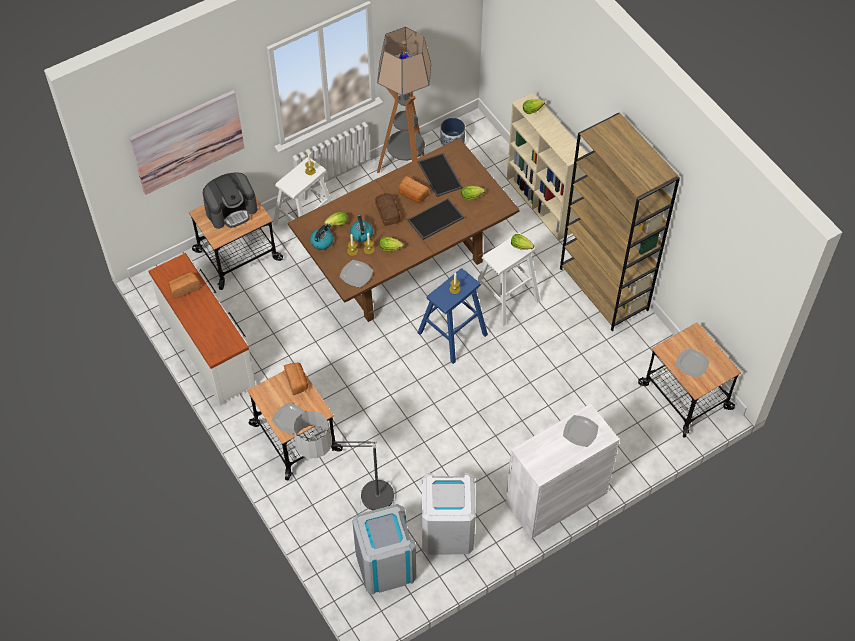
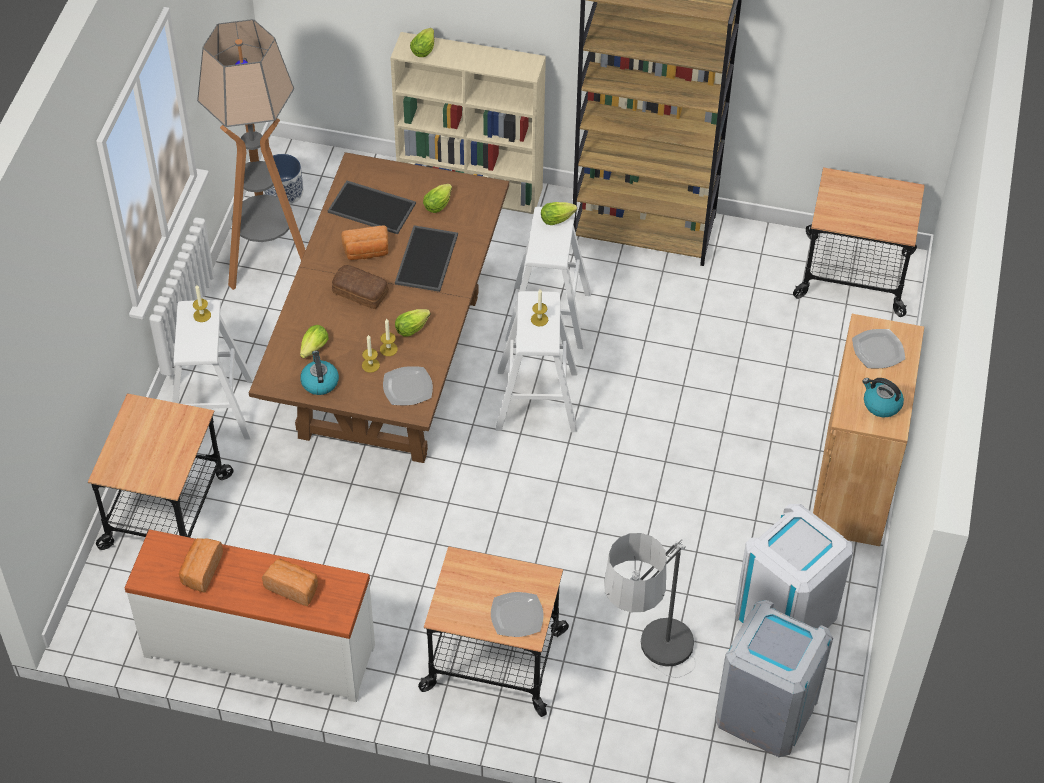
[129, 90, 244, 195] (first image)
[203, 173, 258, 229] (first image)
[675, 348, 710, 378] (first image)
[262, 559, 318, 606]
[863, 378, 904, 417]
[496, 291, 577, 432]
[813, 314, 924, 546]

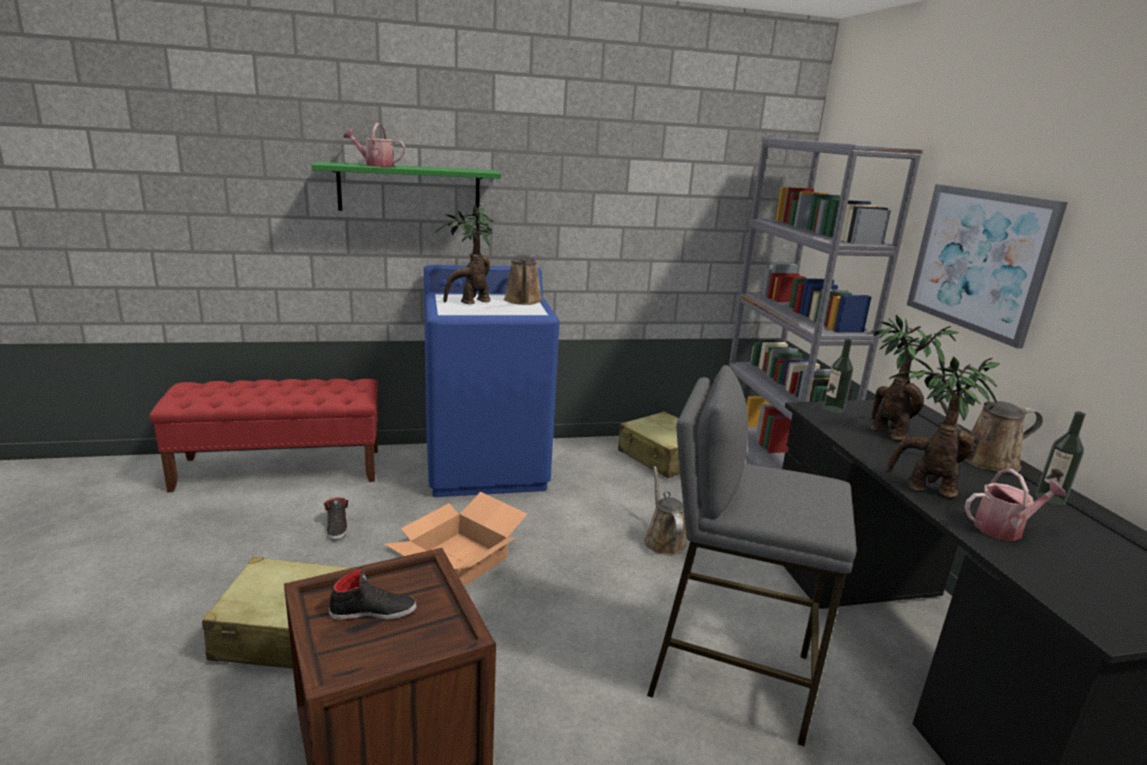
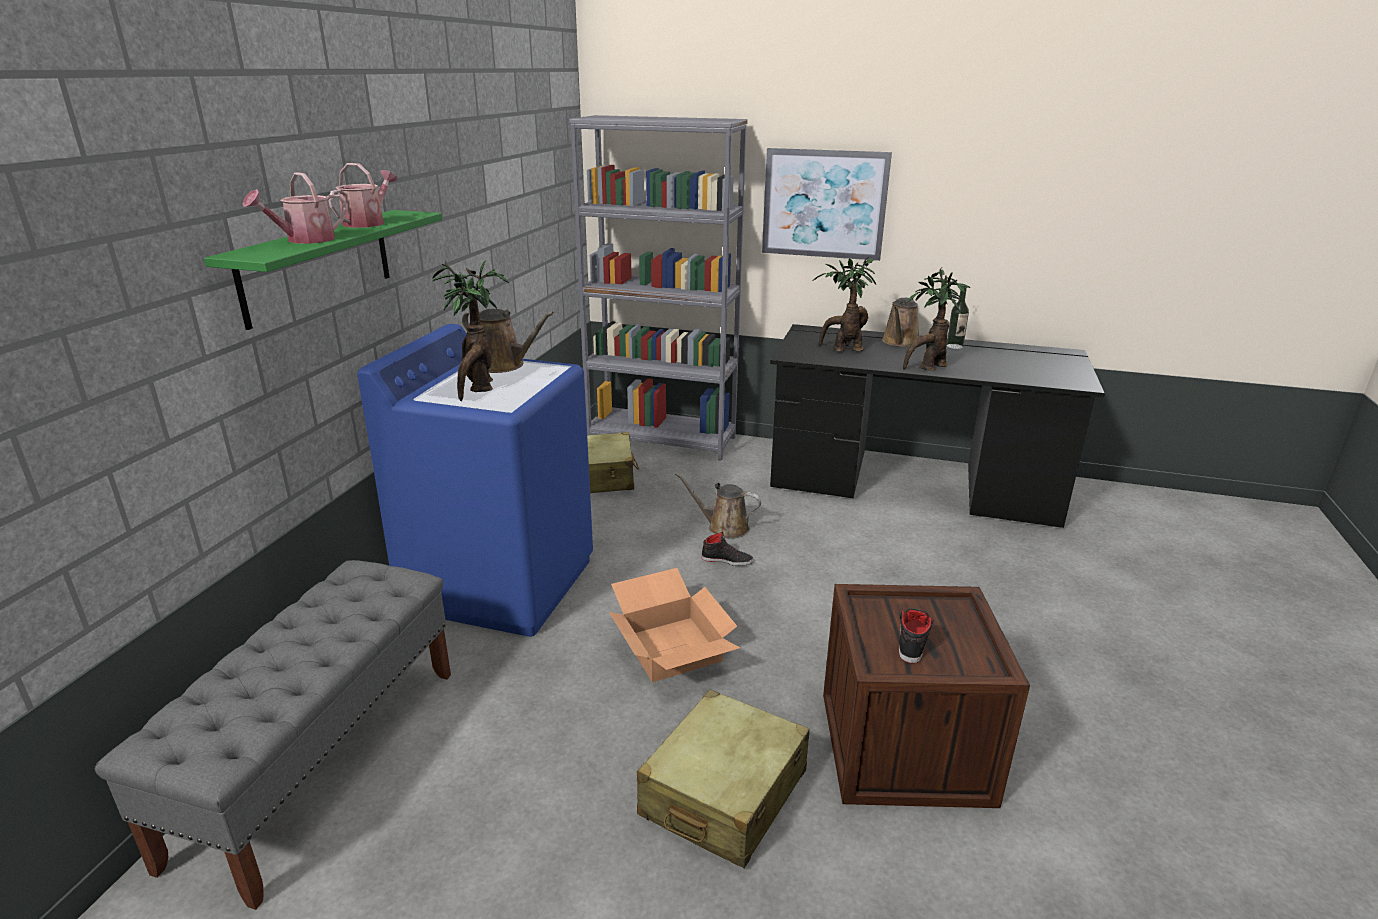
[647, 365, 856, 746] (first image)
[823, 338, 853, 414] (first image)
[701, 532, 753, 566]
[328, 163, 398, 228]
[95, 560, 451, 910]

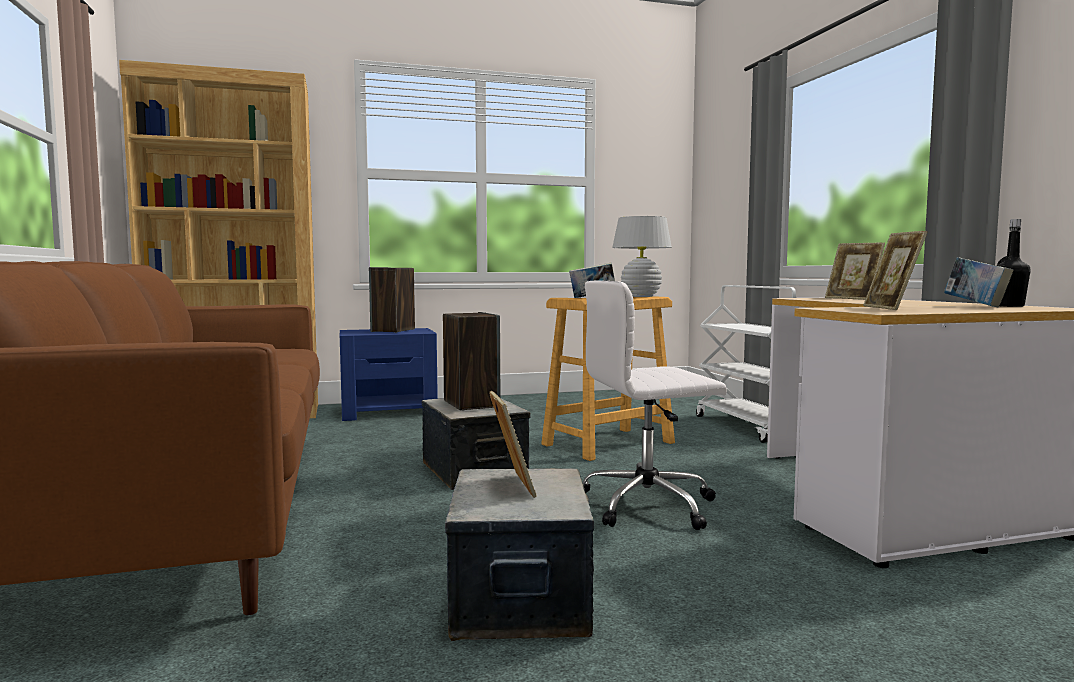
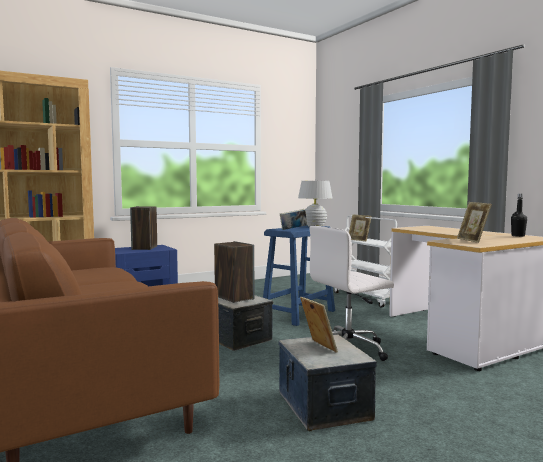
[944, 257, 1013, 307] (first image)
[349, 215, 372, 241]
[263, 225, 335, 326]

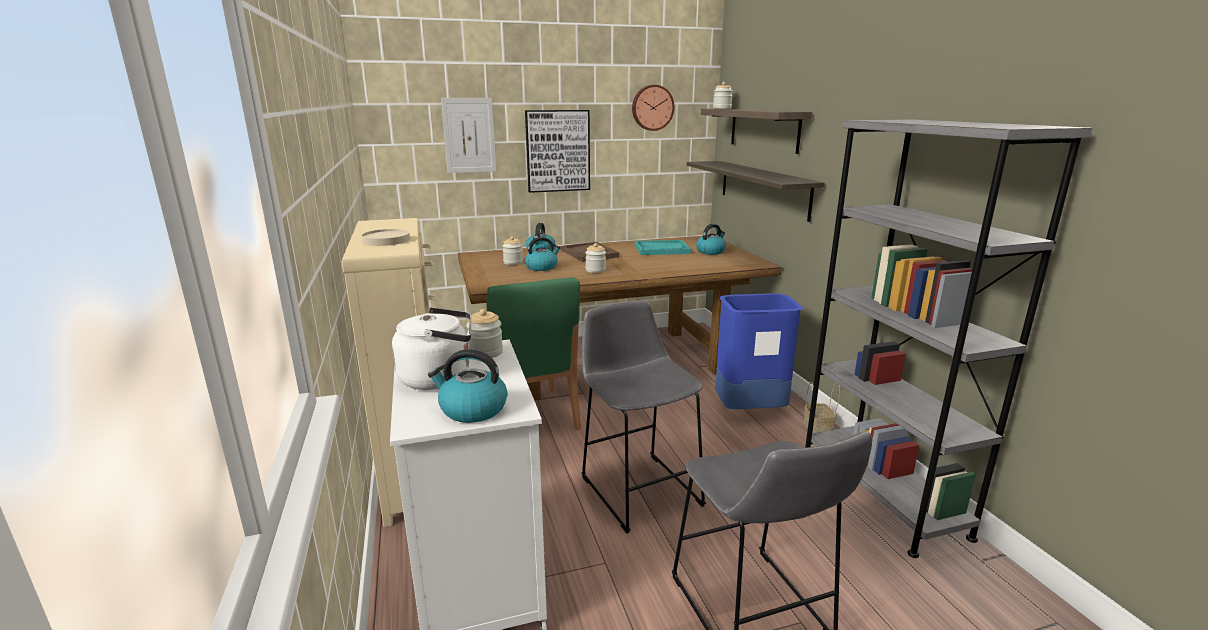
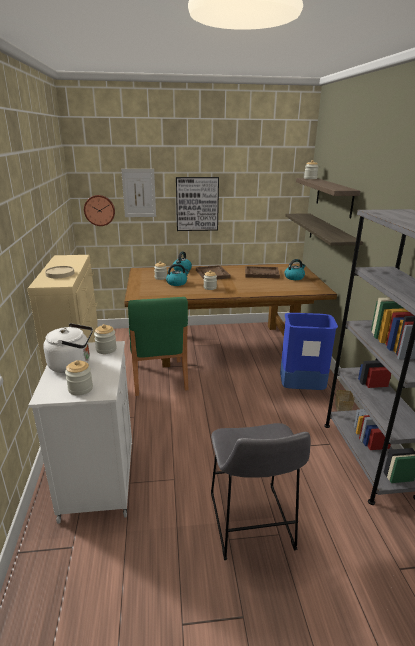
[582, 301, 706, 534] (first image)
[84, 195, 115, 226]
[65, 360, 93, 396]
[245, 266, 280, 279]

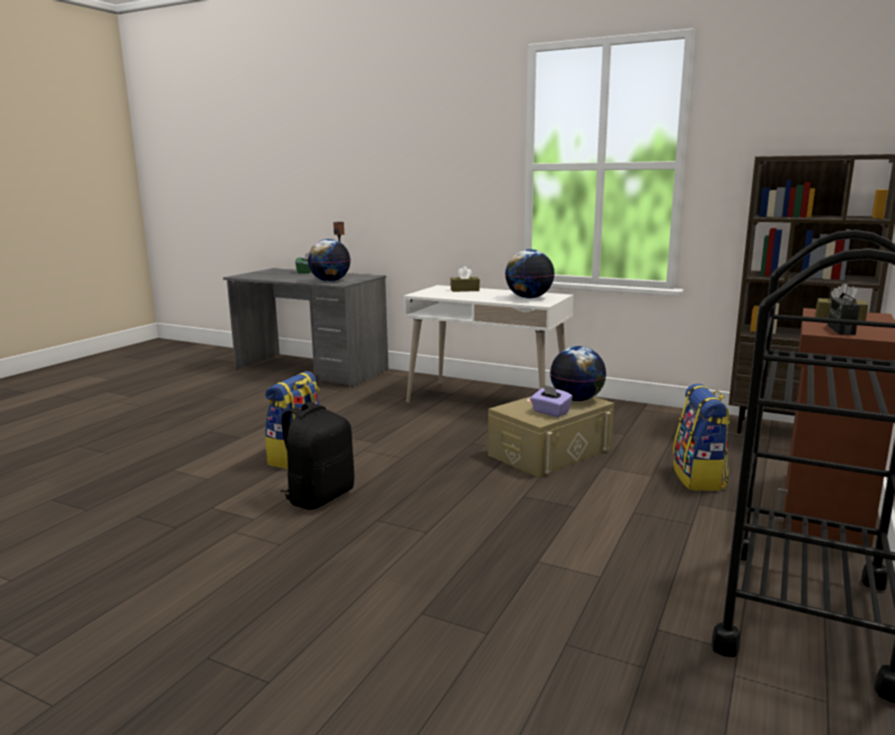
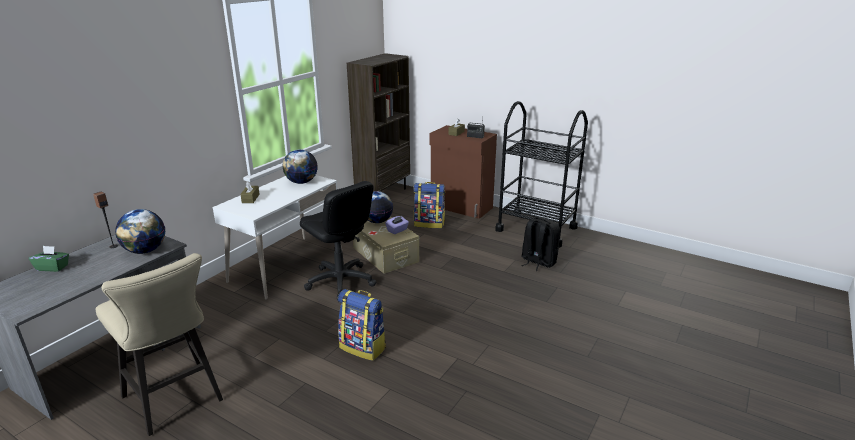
[96, 253, 223, 436]
[300, 181, 376, 301]
[521, 217, 560, 271]

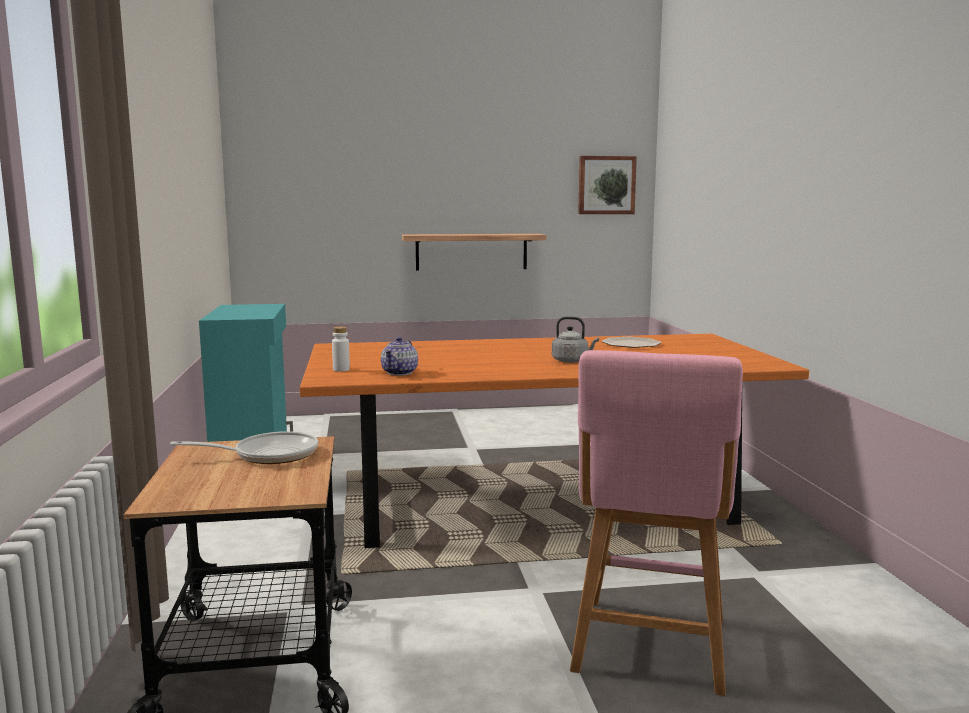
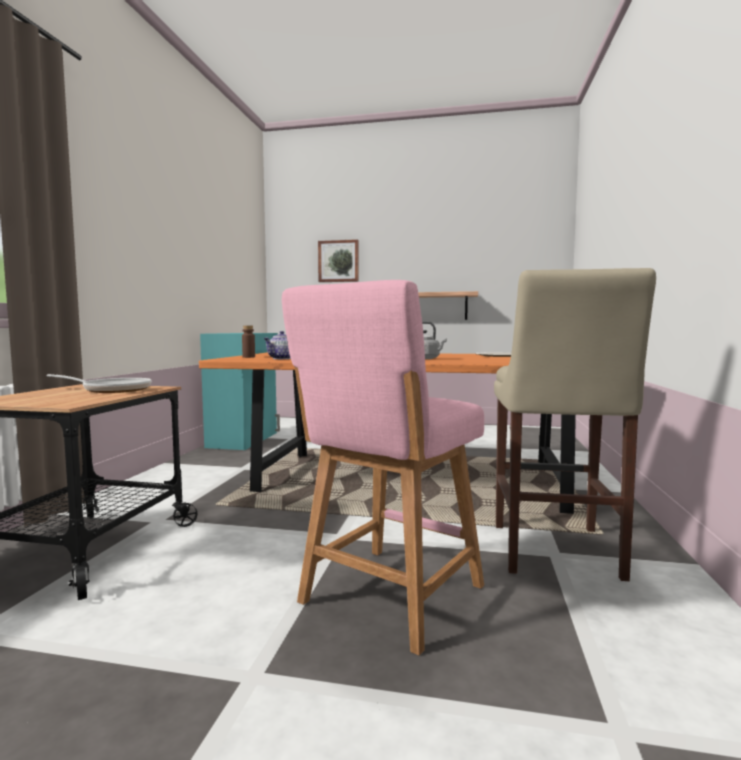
[494, 268, 656, 581]
[318, 239, 359, 282]
[242, 325, 255, 358]

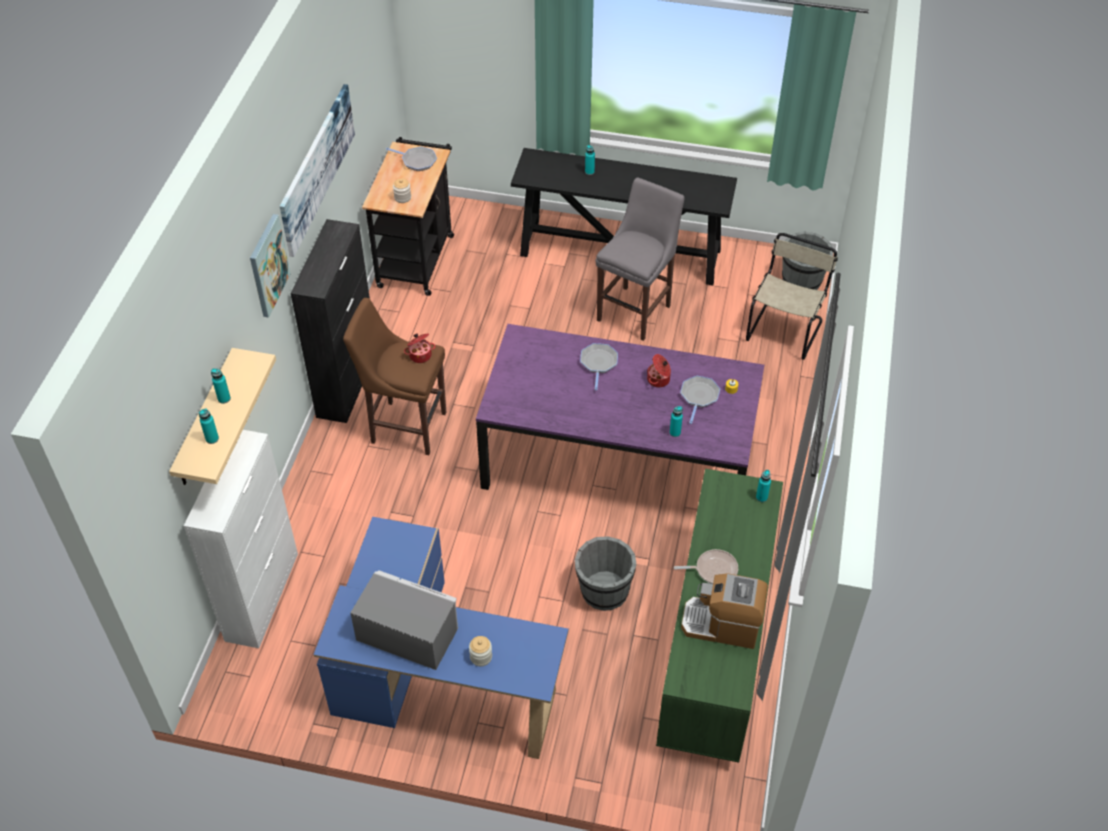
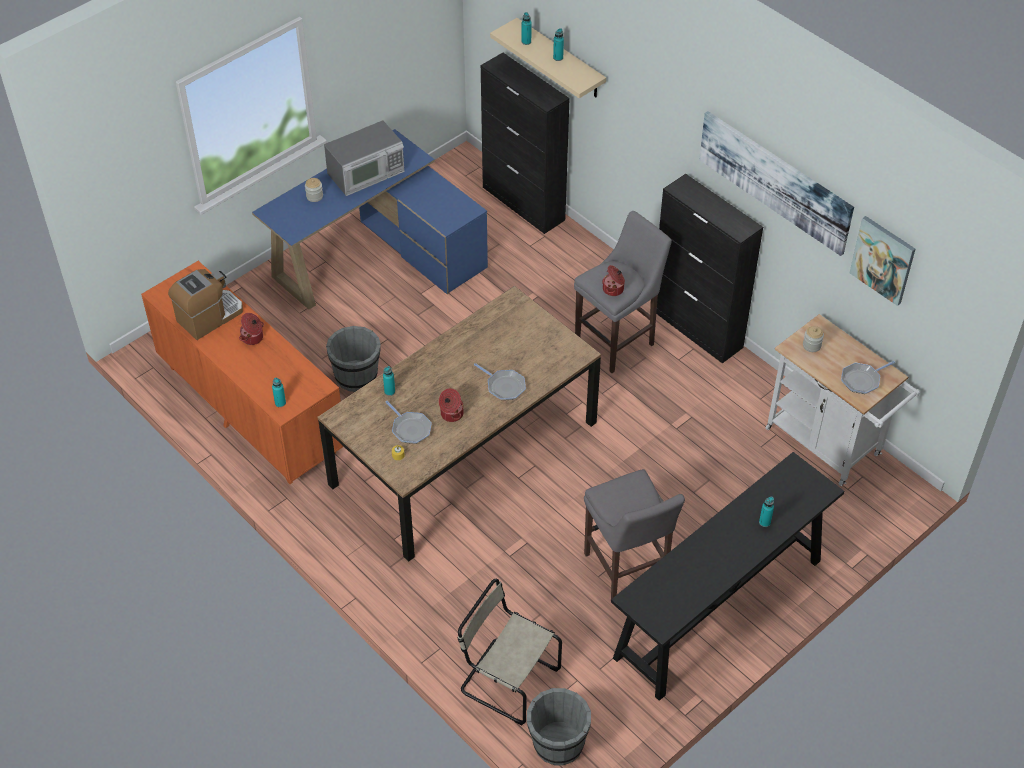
[850, 216, 915, 306]
[239, 313, 264, 345]
[480, 53, 570, 234]
[574, 211, 672, 373]
[765, 314, 920, 486]
[318, 286, 601, 562]
[141, 261, 344, 484]
[458, 579, 562, 726]

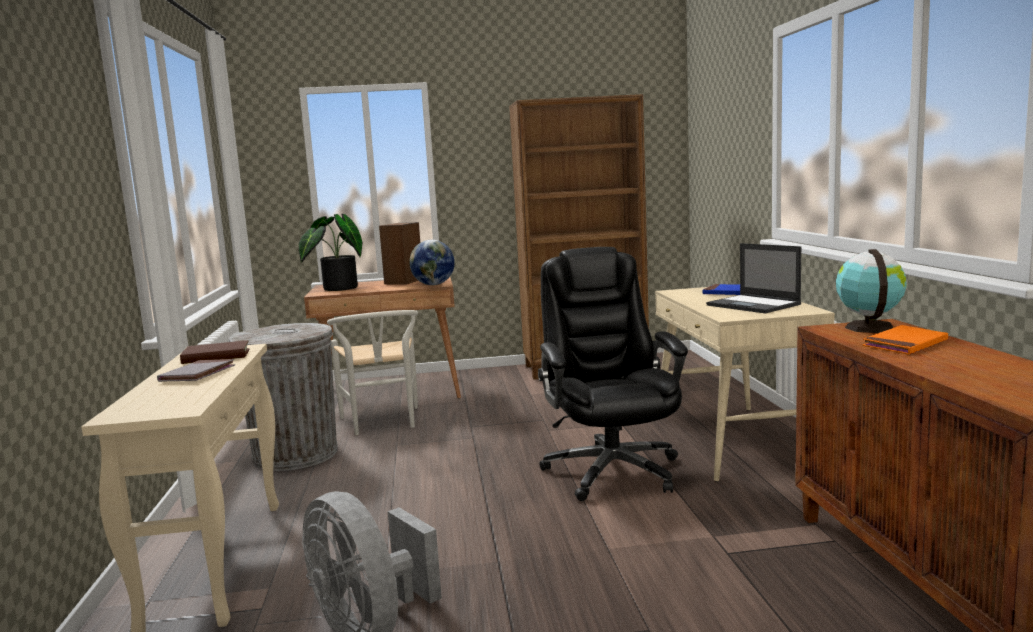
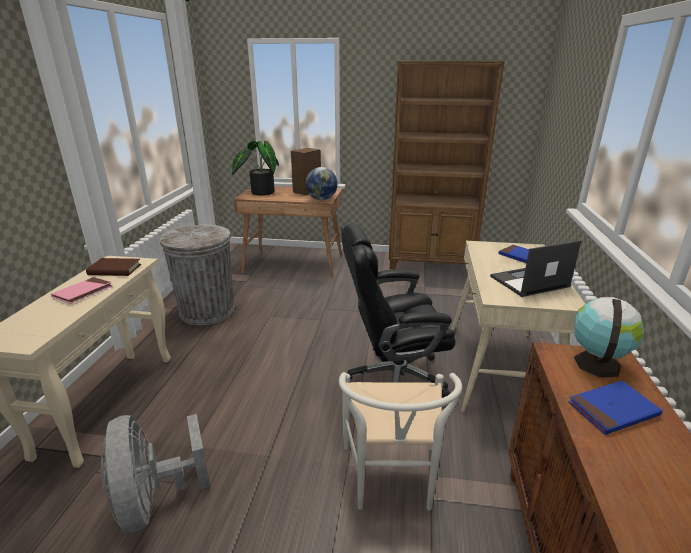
[339, 372, 462, 511]
[51, 277, 113, 304]
[568, 381, 663, 435]
[341, 224, 456, 398]
[490, 240, 581, 297]

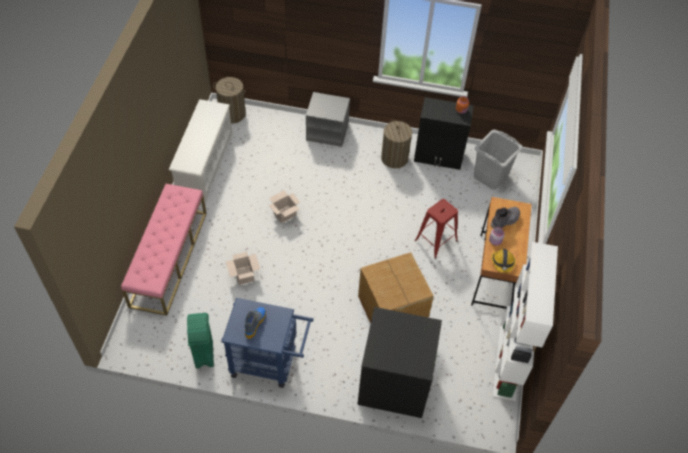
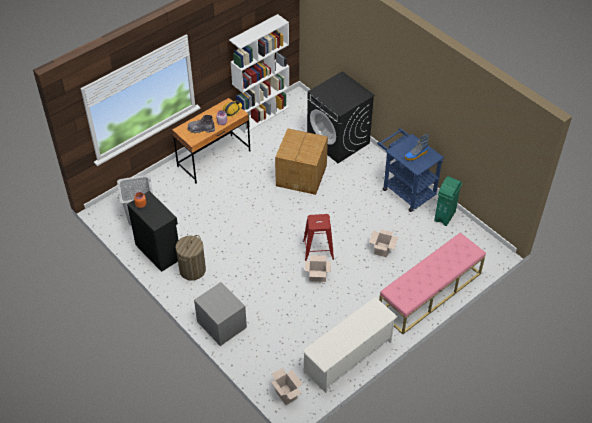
[303, 214, 334, 261]
[270, 368, 303, 405]

